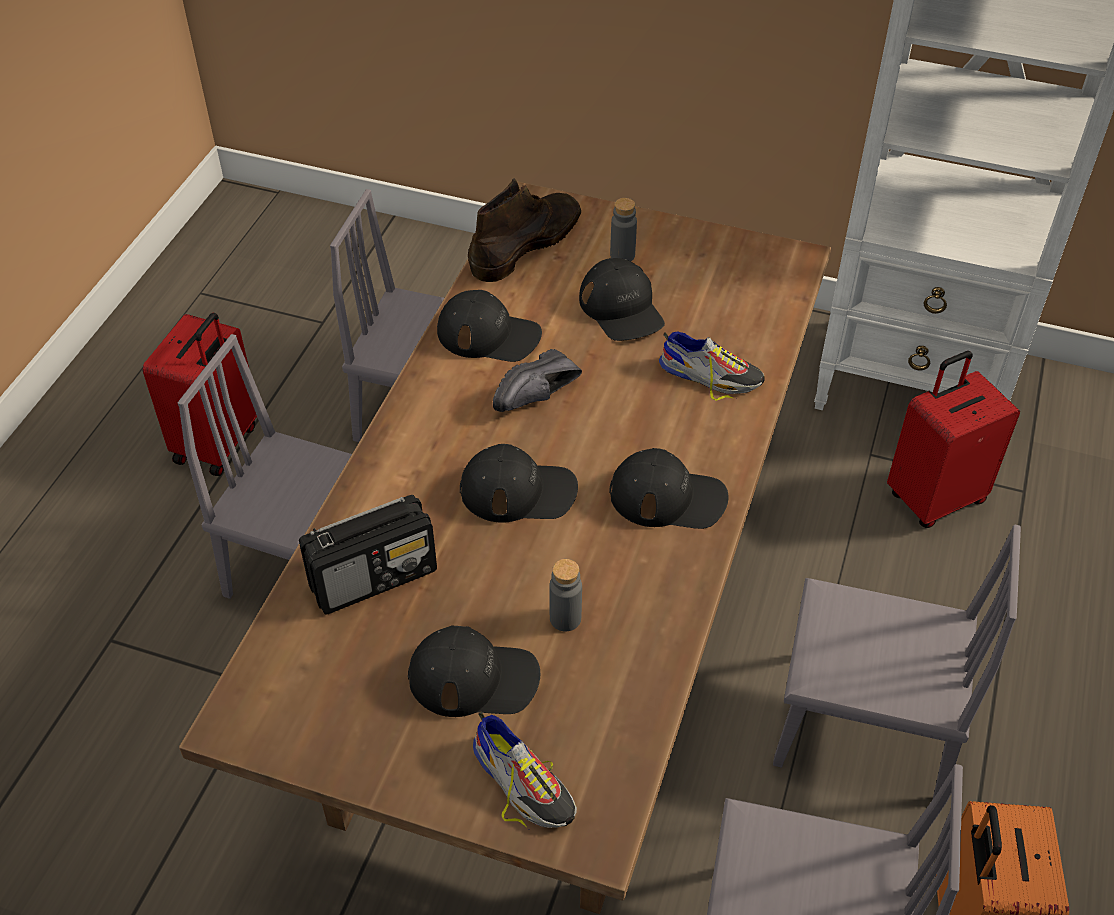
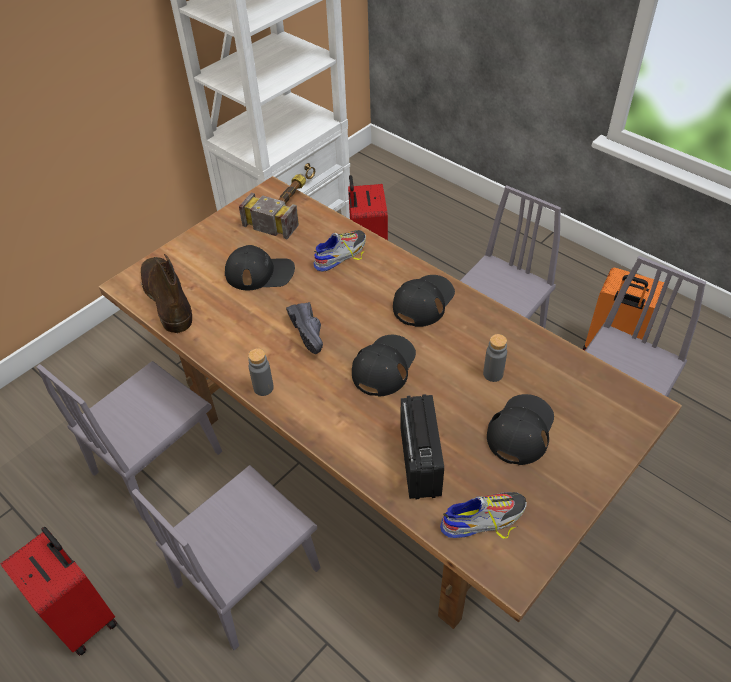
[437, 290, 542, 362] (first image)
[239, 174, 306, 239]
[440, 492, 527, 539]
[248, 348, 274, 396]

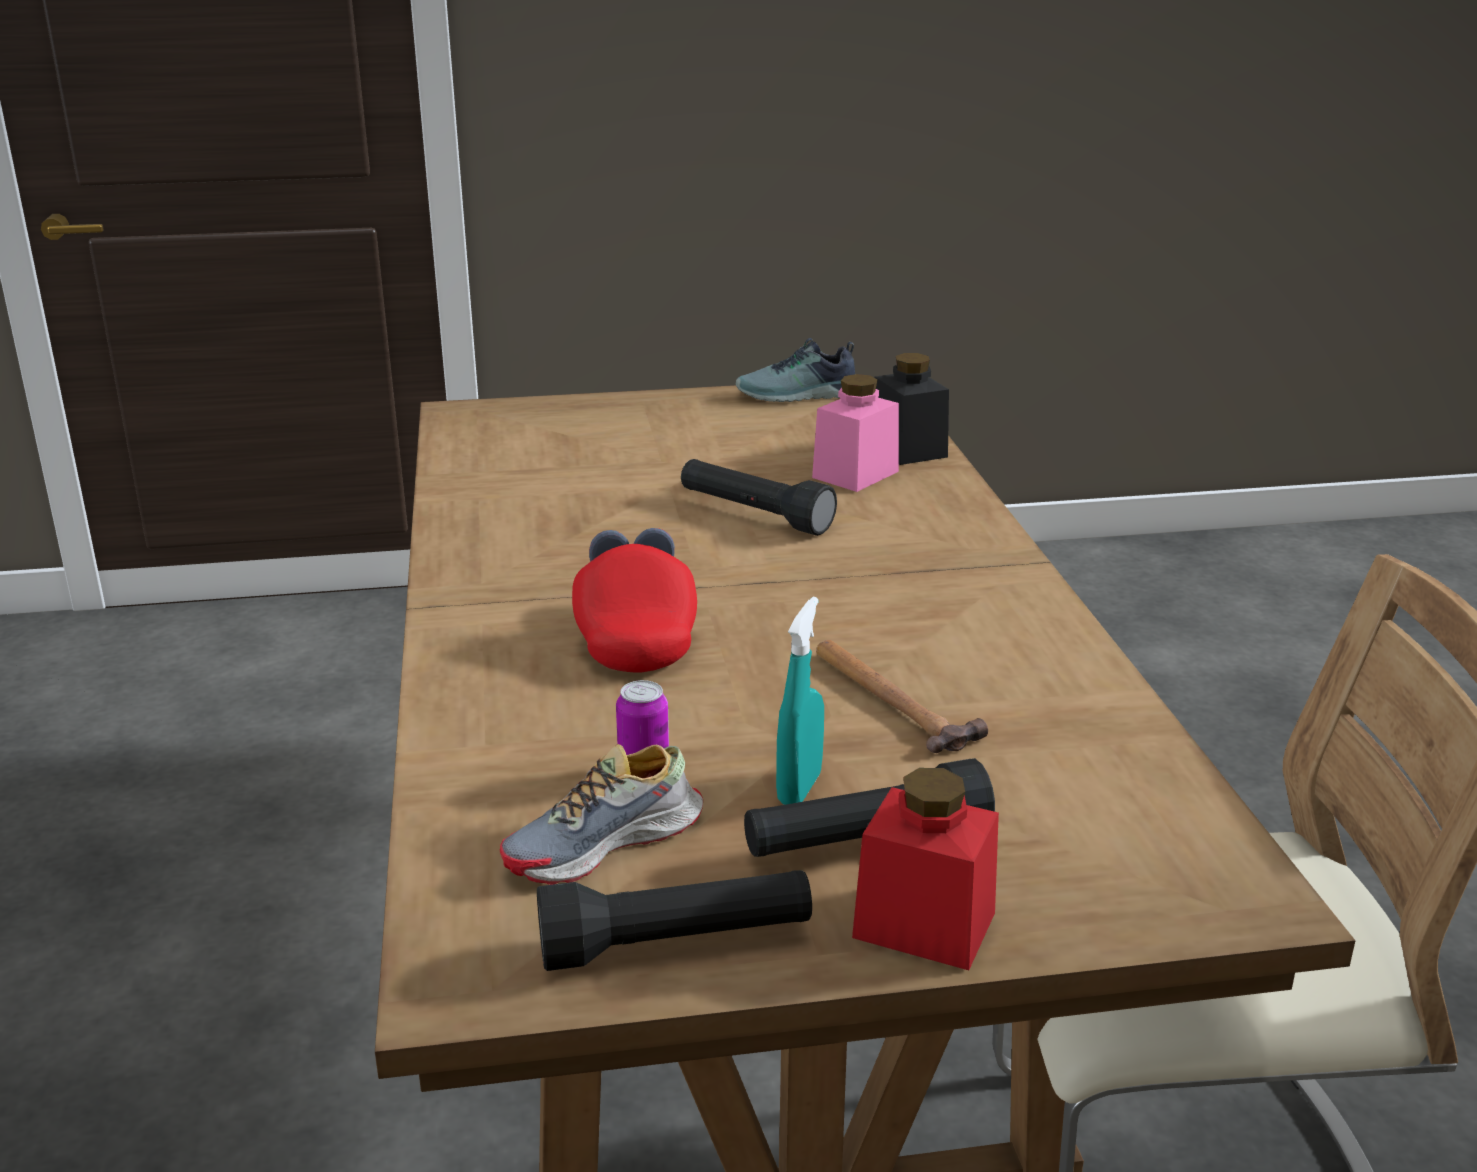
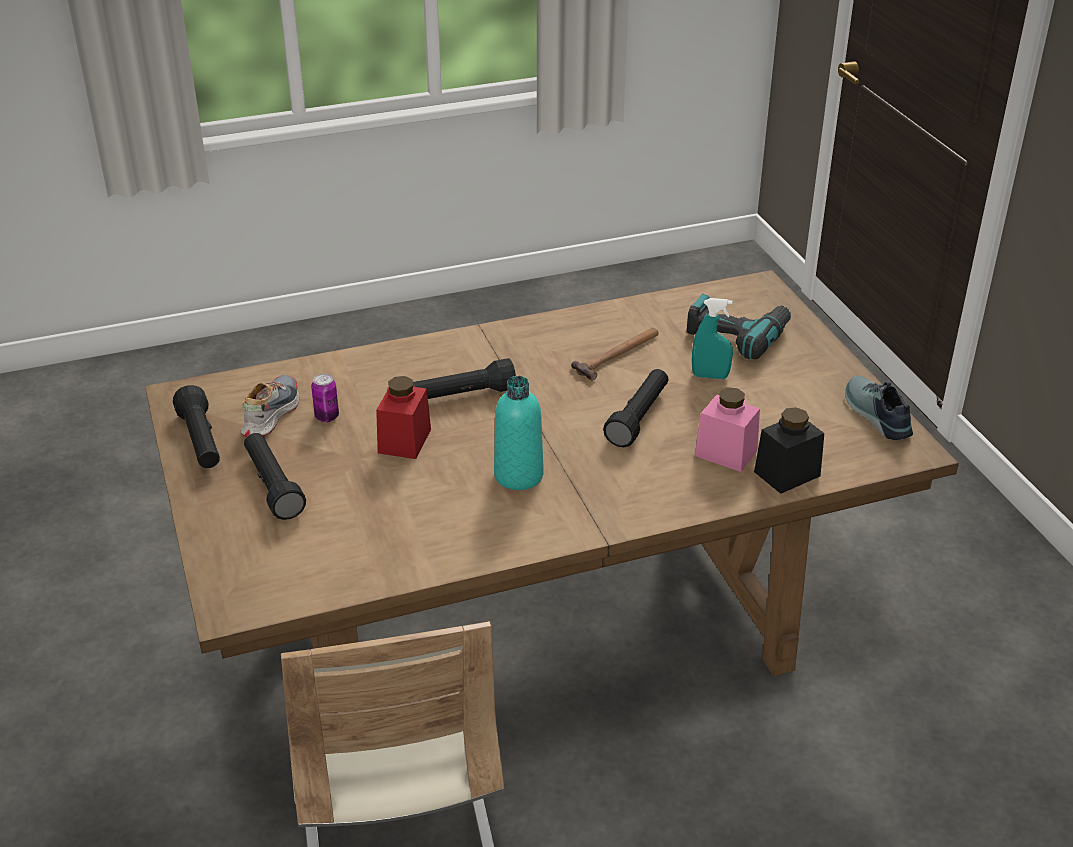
[494, 376, 544, 490]
[687, 294, 791, 360]
[692, 298, 733, 379]
[571, 327, 659, 381]
[376, 376, 431, 459]
[413, 358, 516, 399]
[241, 375, 299, 437]

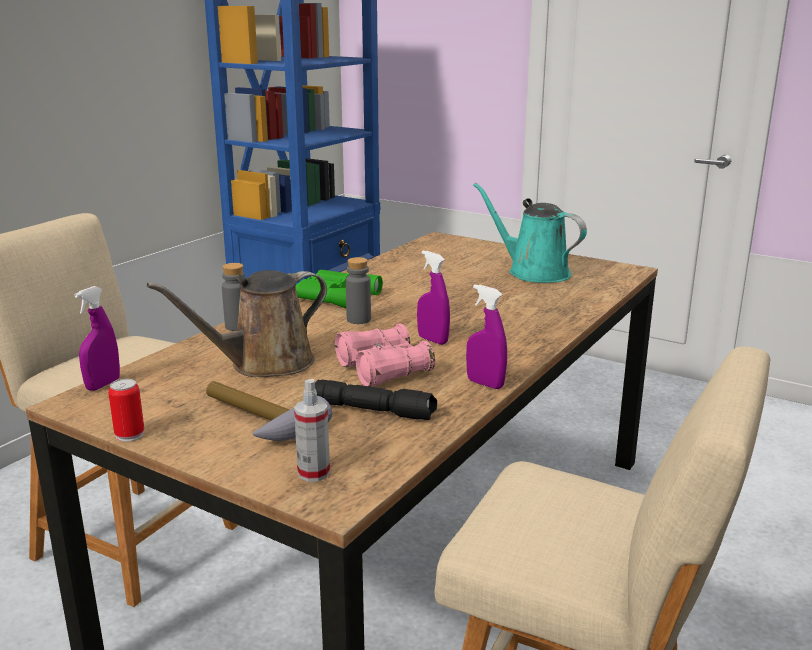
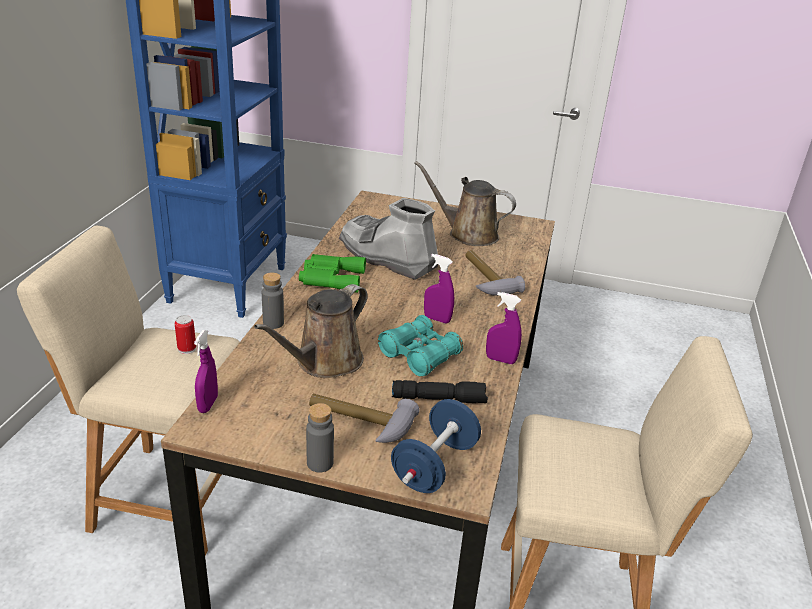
[339, 198, 438, 280]
[465, 250, 525, 296]
[175, 315, 196, 354]
[306, 403, 334, 472]
[391, 399, 481, 493]
[378, 315, 463, 377]
[414, 161, 516, 246]

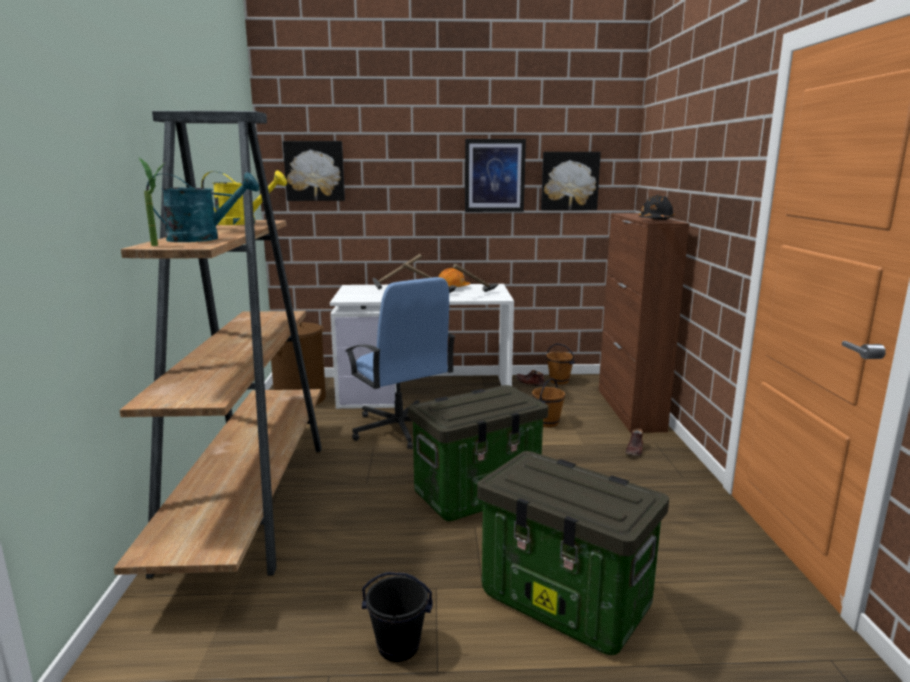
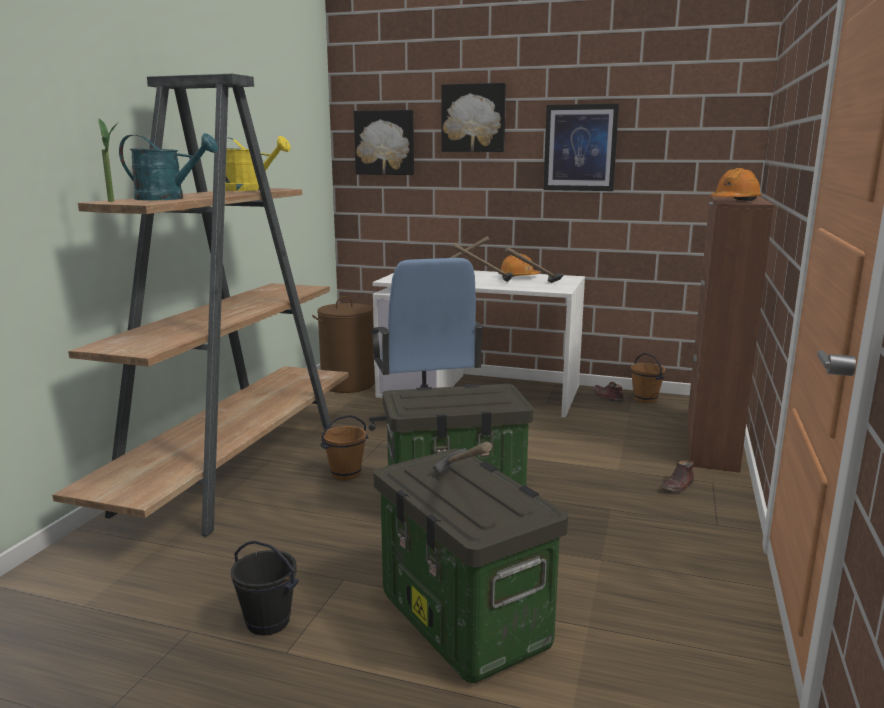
[433, 442, 492, 474]
[320, 415, 369, 480]
[441, 83, 506, 152]
[710, 168, 762, 201]

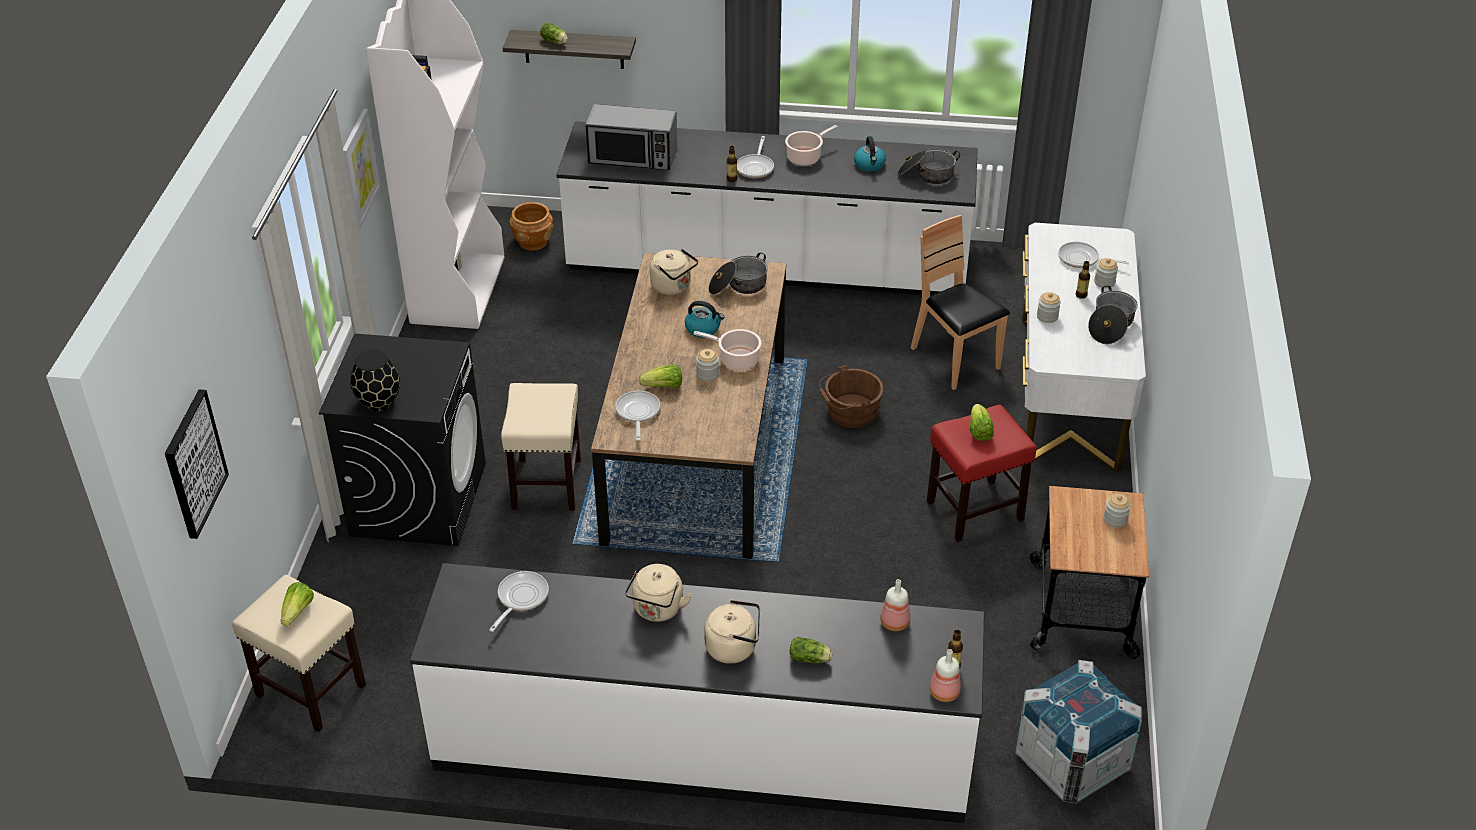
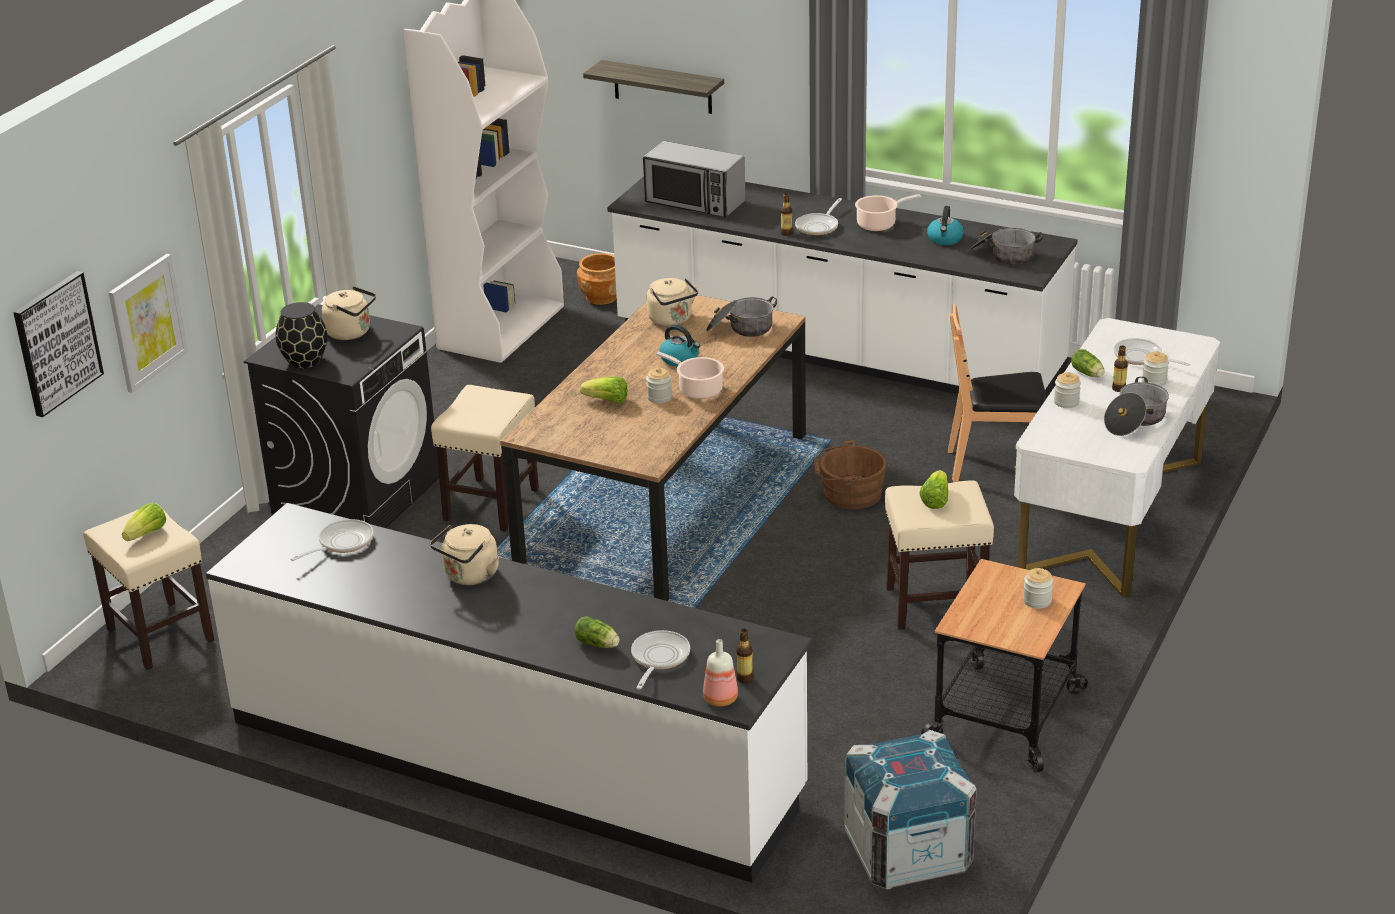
[880, 579, 910, 631] (first image)
[109, 254, 188, 393]
[1071, 349, 1104, 377]
[631, 630, 690, 689]
[322, 286, 376, 340]
[885, 480, 994, 630]
[948, 303, 1047, 482]

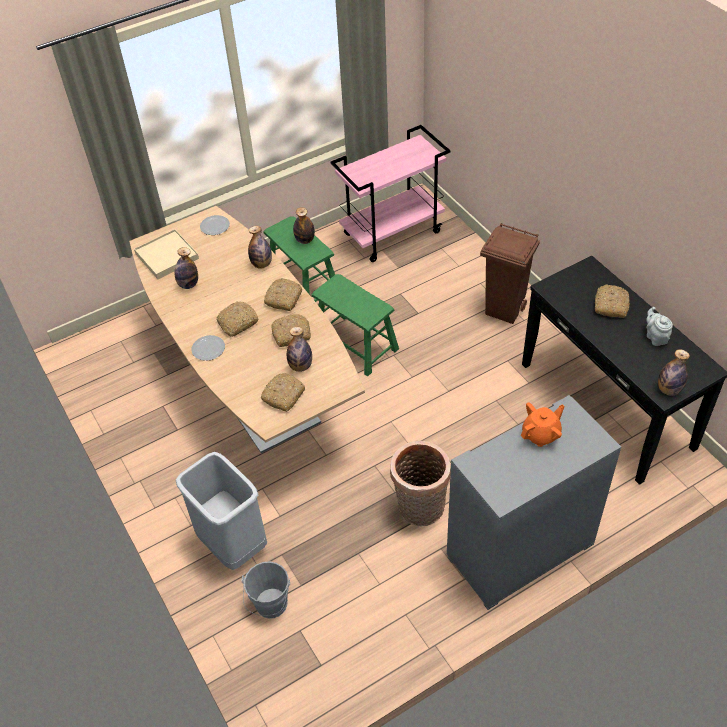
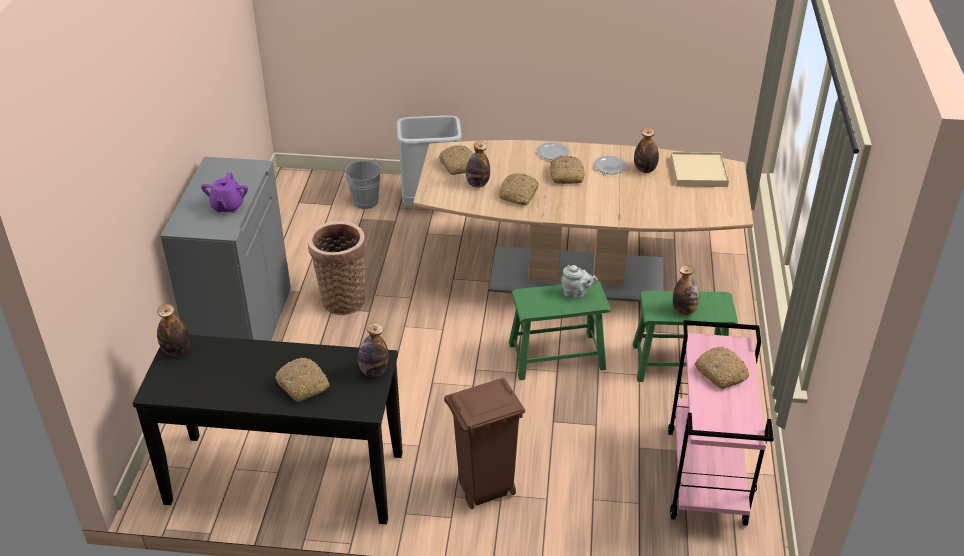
[594, 156, 627, 174]
[358, 323, 389, 377]
[695, 347, 749, 389]
[561, 265, 598, 298]
[201, 173, 248, 213]

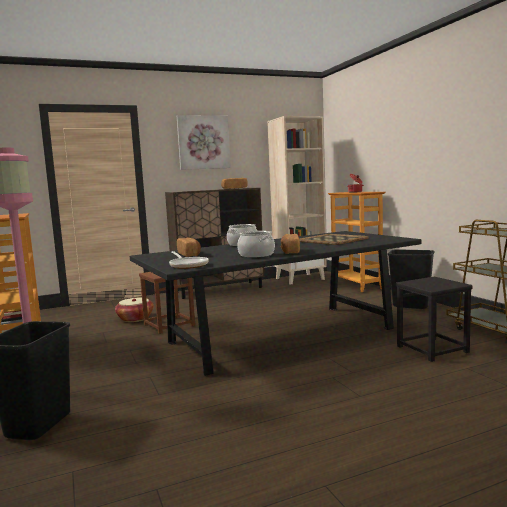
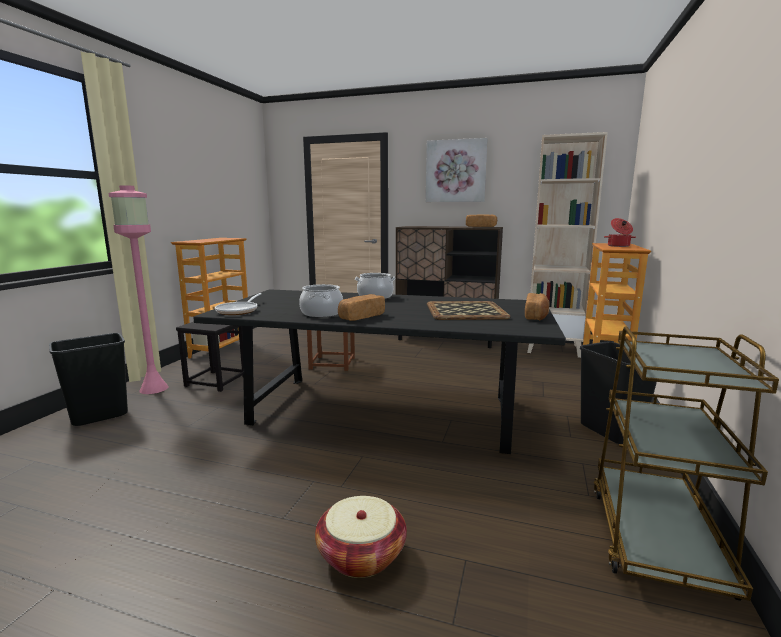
[315, 496, 407, 578]
[525, 293, 550, 321]
[176, 322, 243, 392]

